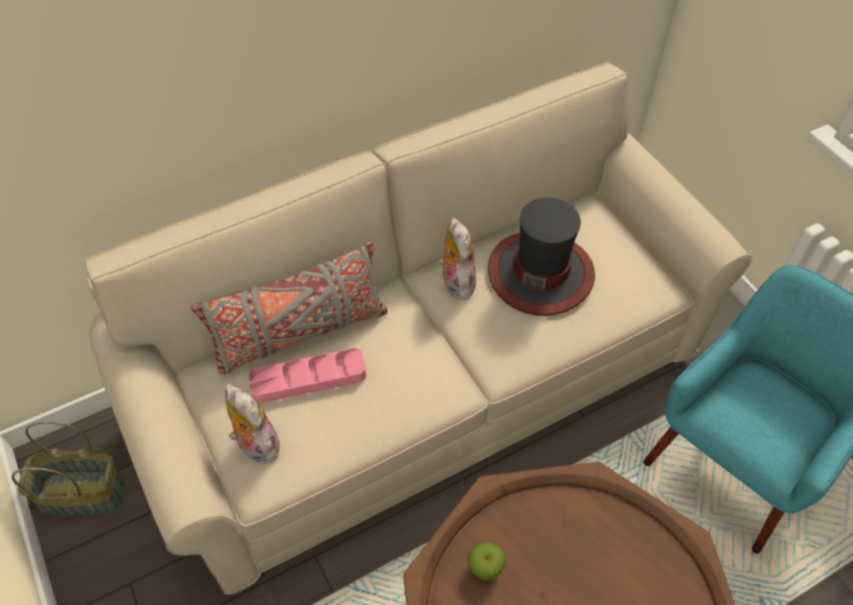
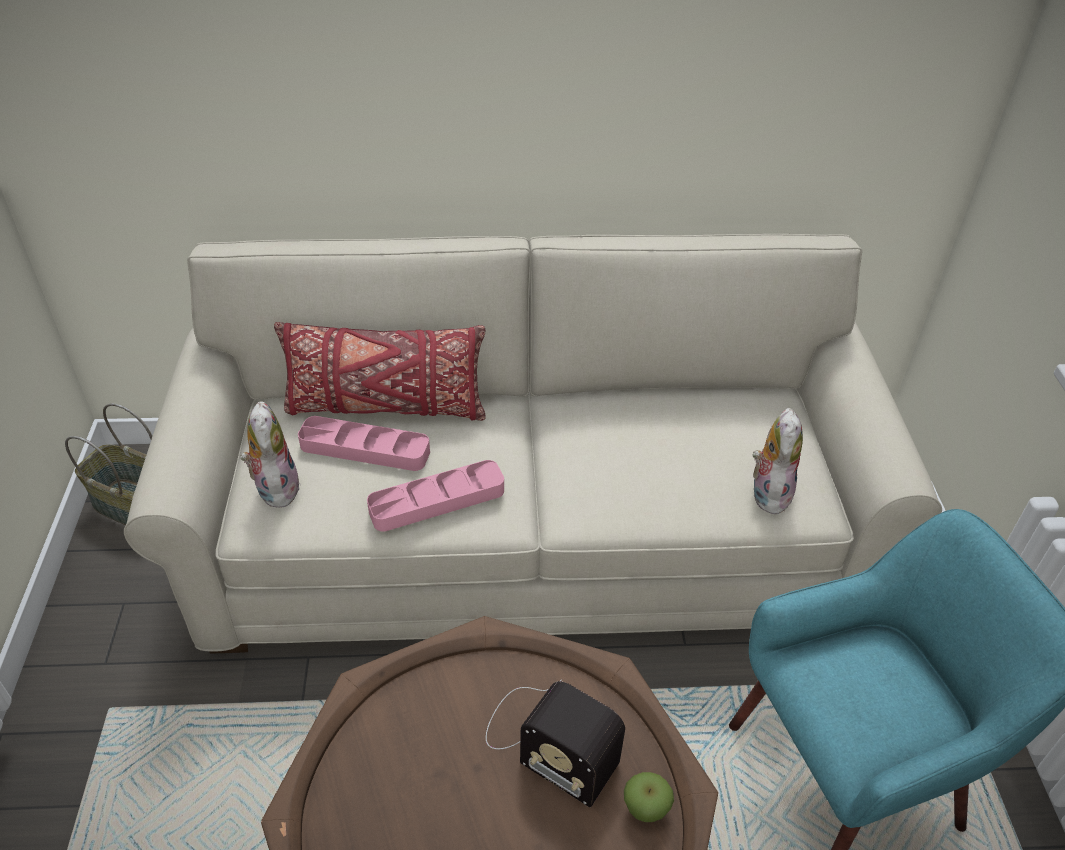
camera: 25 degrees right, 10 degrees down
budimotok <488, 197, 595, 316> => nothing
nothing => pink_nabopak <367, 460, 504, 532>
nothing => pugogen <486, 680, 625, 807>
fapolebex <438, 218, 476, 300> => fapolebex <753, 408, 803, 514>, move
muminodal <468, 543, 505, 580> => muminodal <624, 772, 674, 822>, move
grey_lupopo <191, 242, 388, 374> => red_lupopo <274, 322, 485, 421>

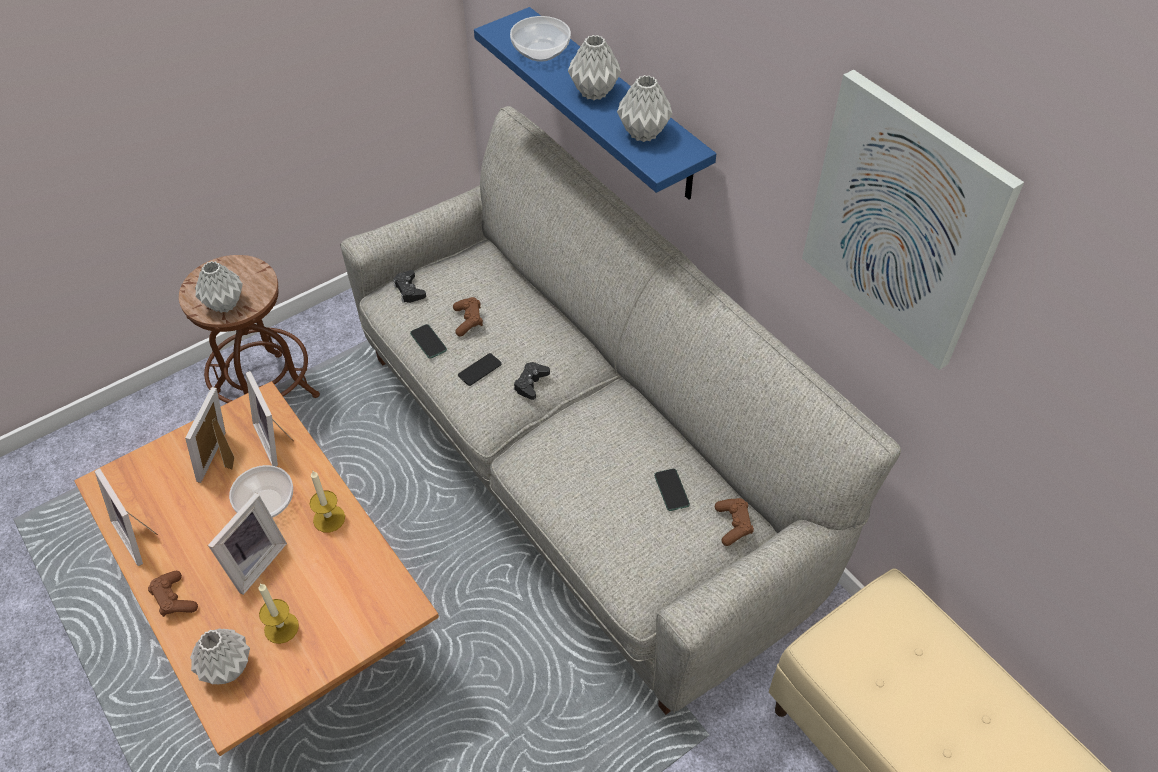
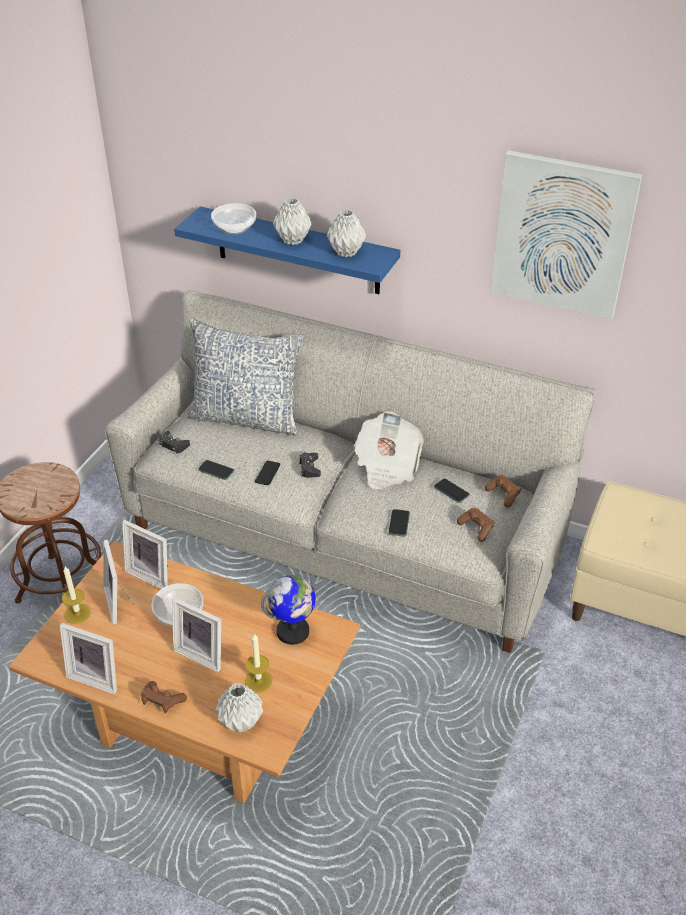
camera: 30 degrees left, 10 degrees down
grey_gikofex <195, 261, 243, 313> => nothing
nothing => lupopo <187, 318, 303, 436>
nothing => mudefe <261, 575, 316, 645>
nothing => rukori <354, 411, 424, 489>
nothing => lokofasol <388, 509, 410, 537>
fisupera <310, 471, 345, 532> => fisupera <62, 566, 91, 624>, move
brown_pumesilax <453, 297, 483, 337> => brown_pumesilax <457, 508, 494, 542>, move
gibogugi <208, 493, 287, 595> => gibogugi <172, 597, 221, 672>, 120 degrees clockwise

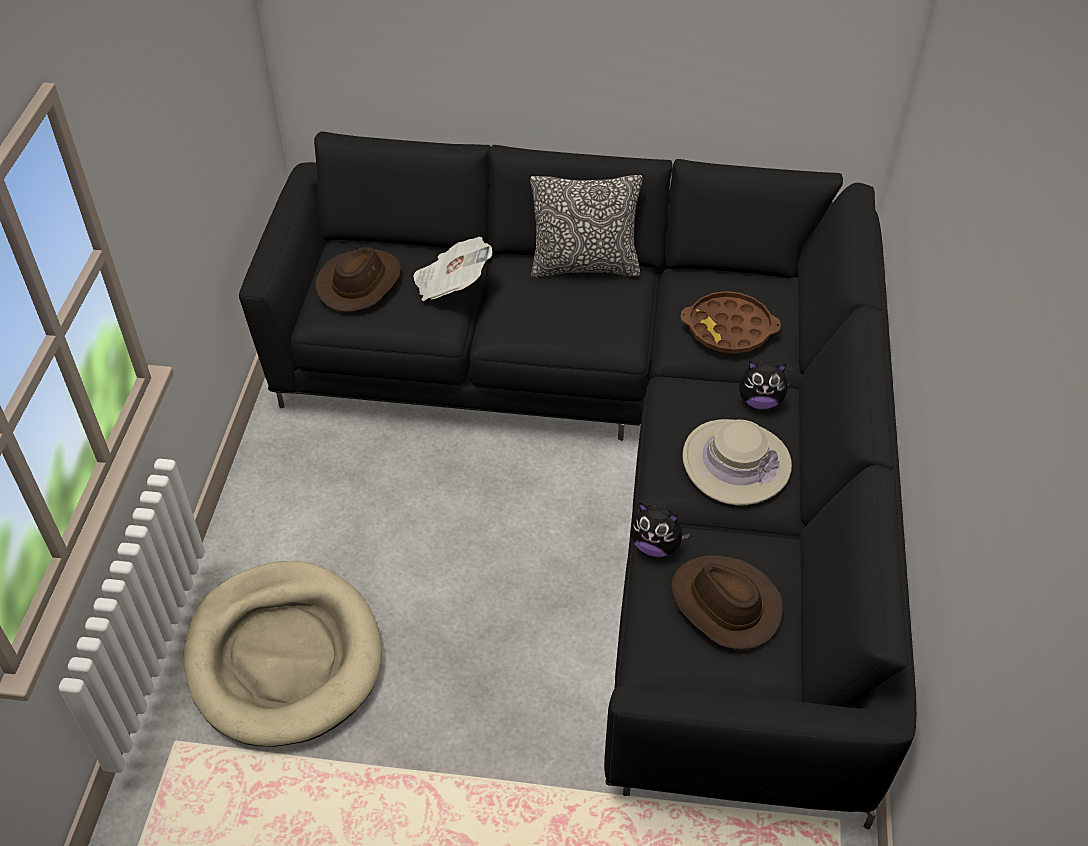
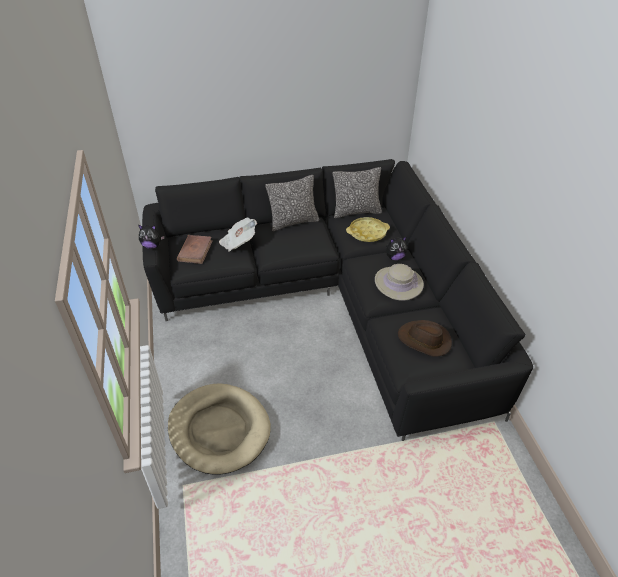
camera: 20 degrees left, 5 degrees down
nothing => lupopo <333, 167, 382, 218>
fapolebex <630, 503, 690, 557> => fapolebex <139, 225, 165, 249>, move
brown_budimotok <315, 247, 401, 312> => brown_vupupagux <177, 235, 213, 264>
brown_nabopak <681, 291, 781, 354> => yellow_nabopak <346, 217, 390, 242>

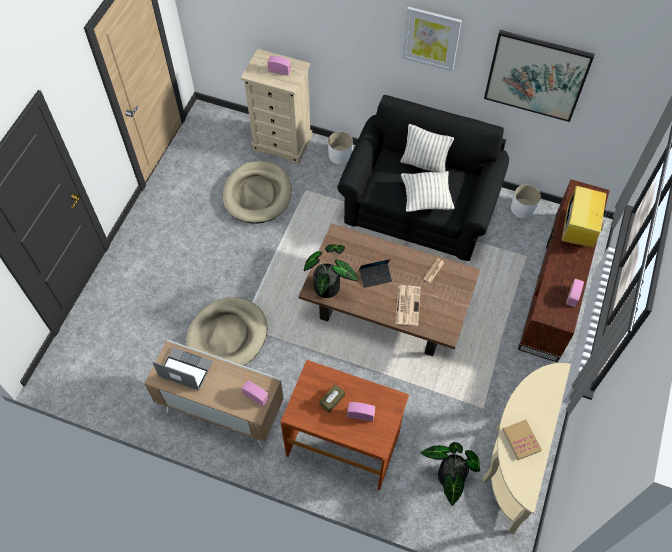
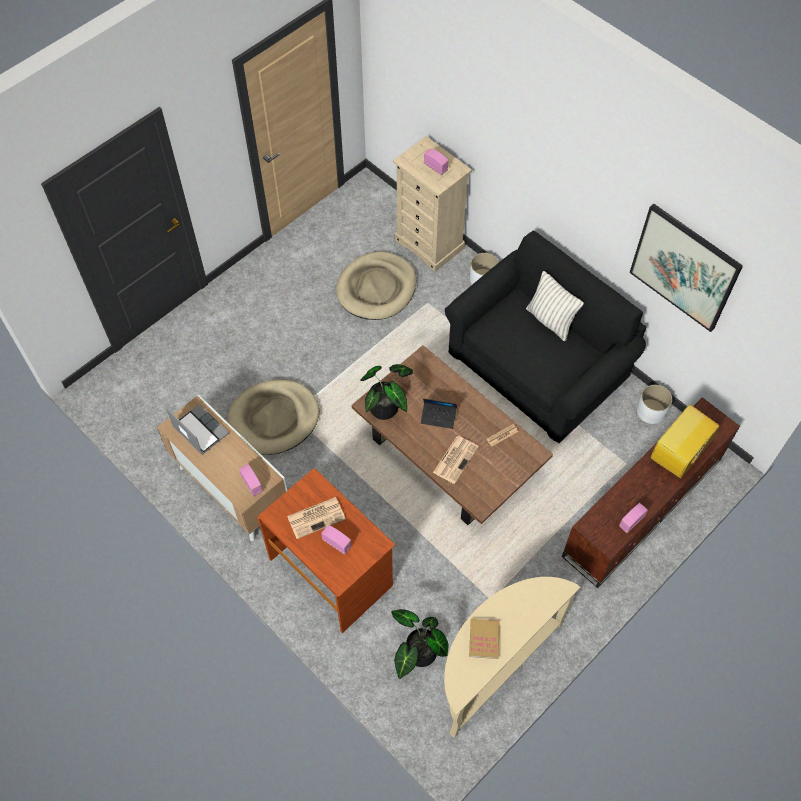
camera: 25 degrees right, 0 degrees up
lupopo <401, 171, 454, 212> => nothing
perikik <402, 7, 462, 72> => nothing
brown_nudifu <319, 384, 345, 413> => rukori <287, 497, 346, 539>

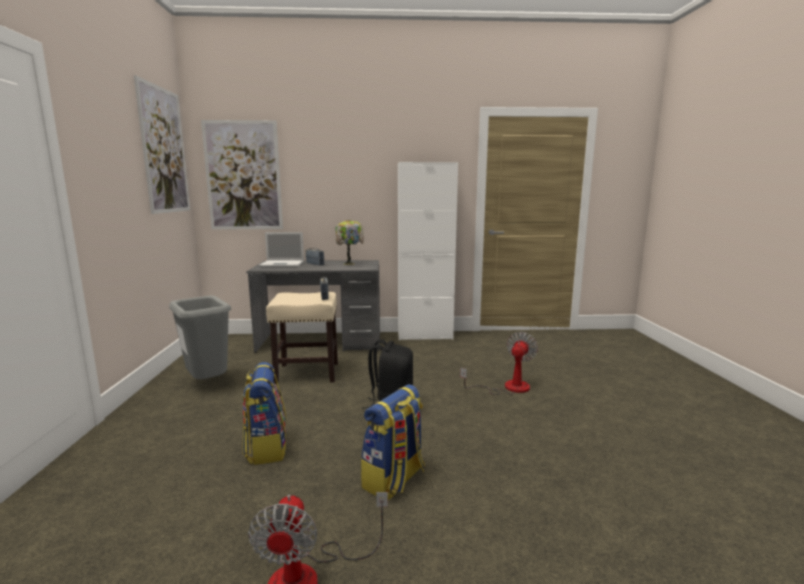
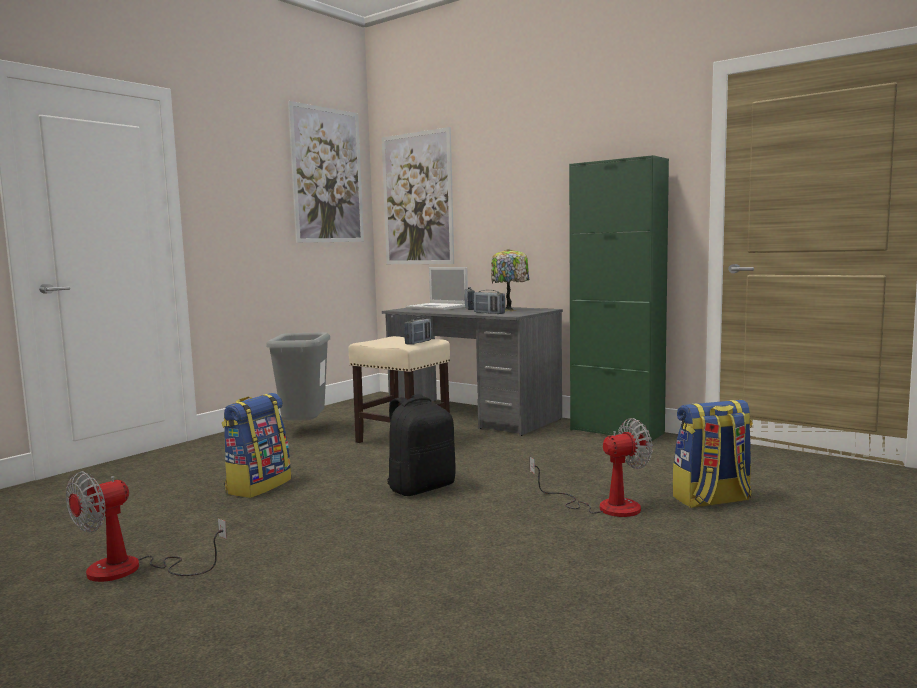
camera: 40 degrees right, 5 degrees down
nothing => pugogen <474, 290, 505, 314>
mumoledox <361, 384, 425, 500> => mumoledox <673, 400, 752, 508>, move
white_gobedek <398, 162, 458, 340> => green_gobedek <569, 155, 669, 442>

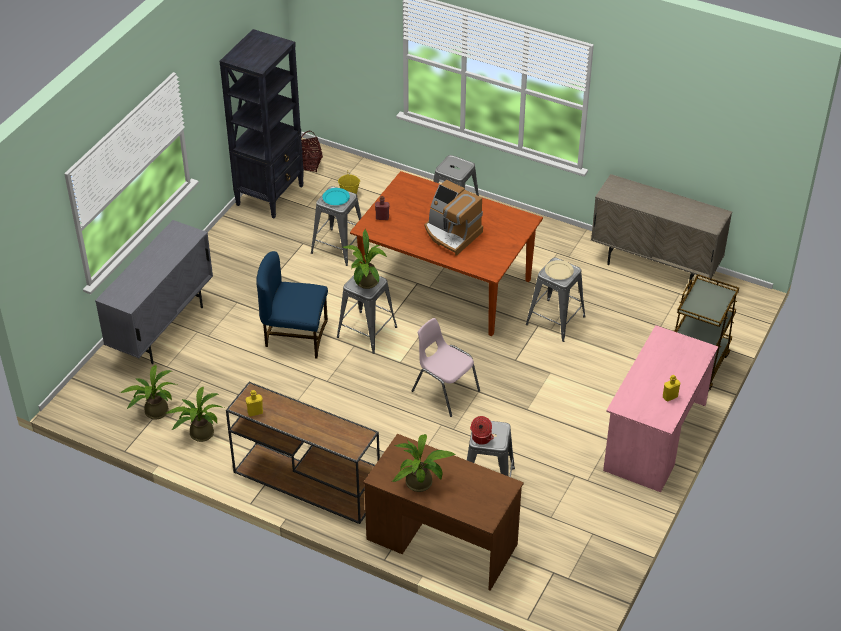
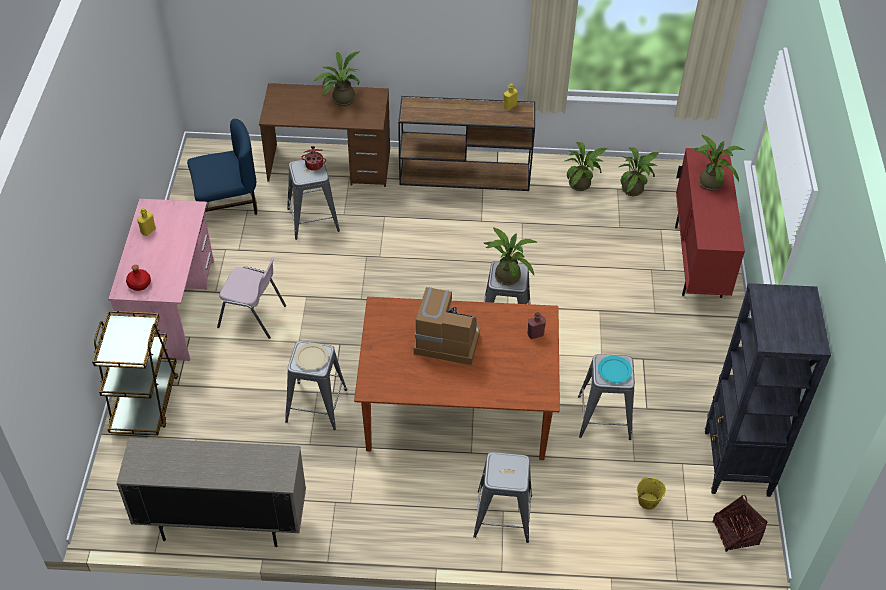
camera: 155 degrees right, 5 degrees up
nothing => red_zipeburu <126, 265, 151, 291>
nothing => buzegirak <691, 134, 744, 191>
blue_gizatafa <256, 251, 328, 359> => blue_gizatafa <187, 119, 257, 215>, move
pink_gizatafa <412, 318, 480, 417> => pink_gizatafa <217, 257, 286, 339>, move
grey_gobedek <95, 220, 213, 364> => red_gobedek <675, 148, 745, 298>

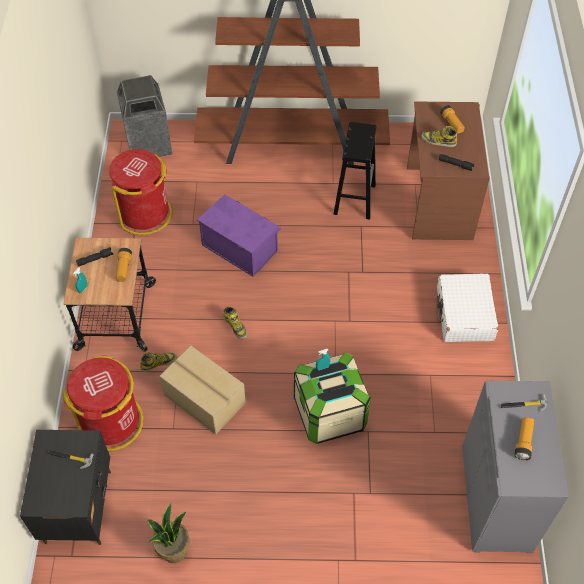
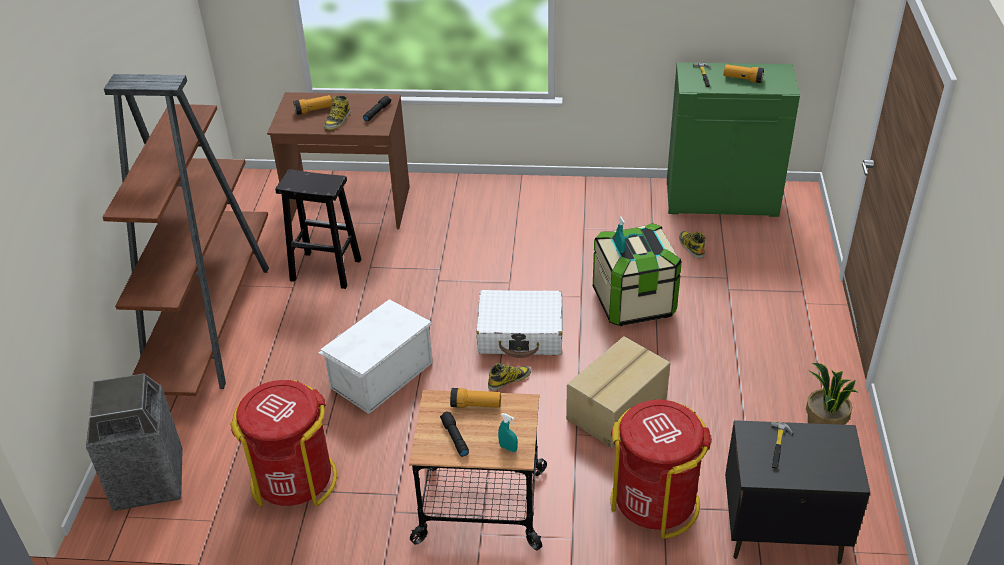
camera: 85 degrees left, 15 degrees down
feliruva <140, 352, 176, 372> => feliruva <679, 231, 706, 258>, move
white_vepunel <436, 273, 498, 342> => white_vepunel <476, 290, 563, 358>, move
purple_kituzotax <197, 194, 281, 277> => white_kituzotax <319, 299, 433, 414>
grey_gobedek <462, 381, 569, 553> => green_gobedek <667, 62, 800, 217>

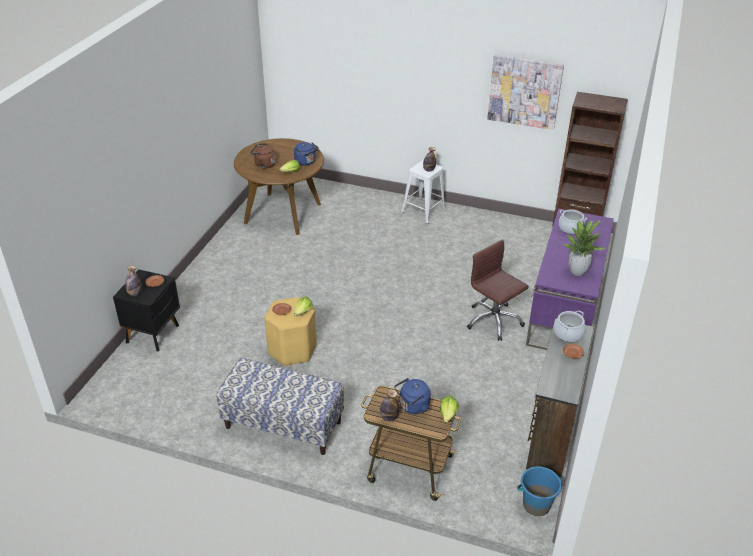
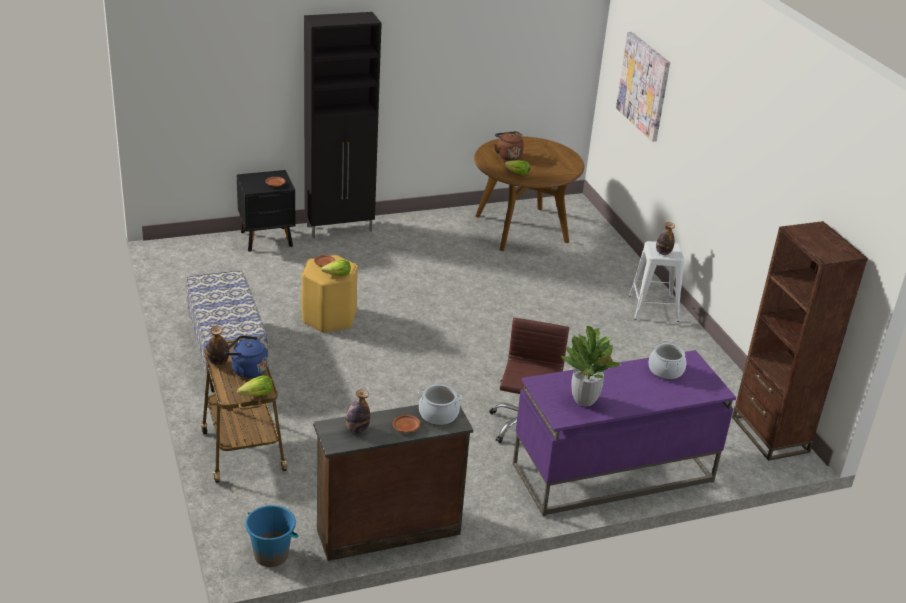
camera: 50 degrees right, 5 degrees down
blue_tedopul <294, 142, 319, 166> => nothing
nothing => black_gobedek <304, 12, 382, 238>
zipeburu <125, 266, 142, 296> => zipeburu <346, 389, 370, 434>, move
perikik <487, 55, 564, 130> => perikik <616, 32, 670, 142>, move

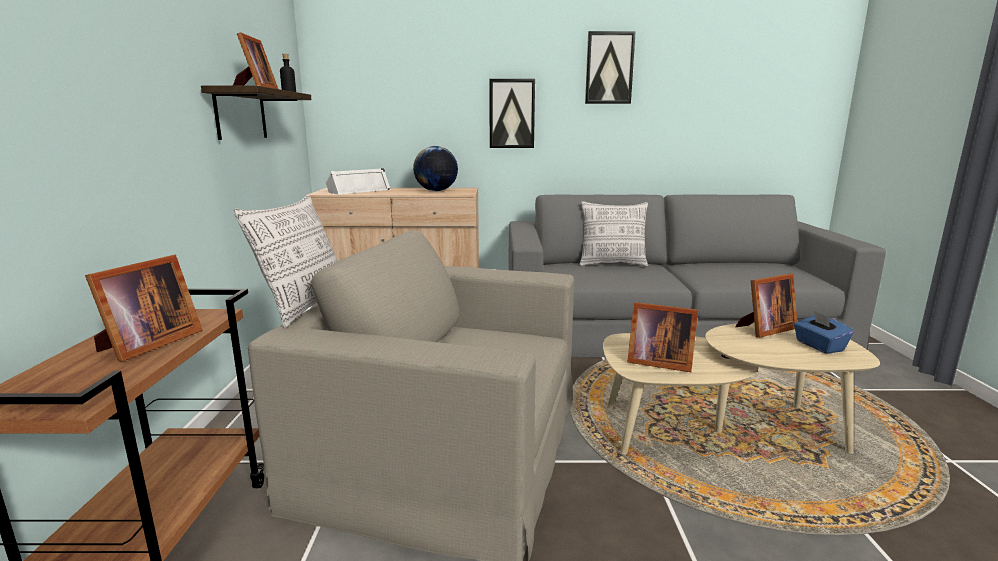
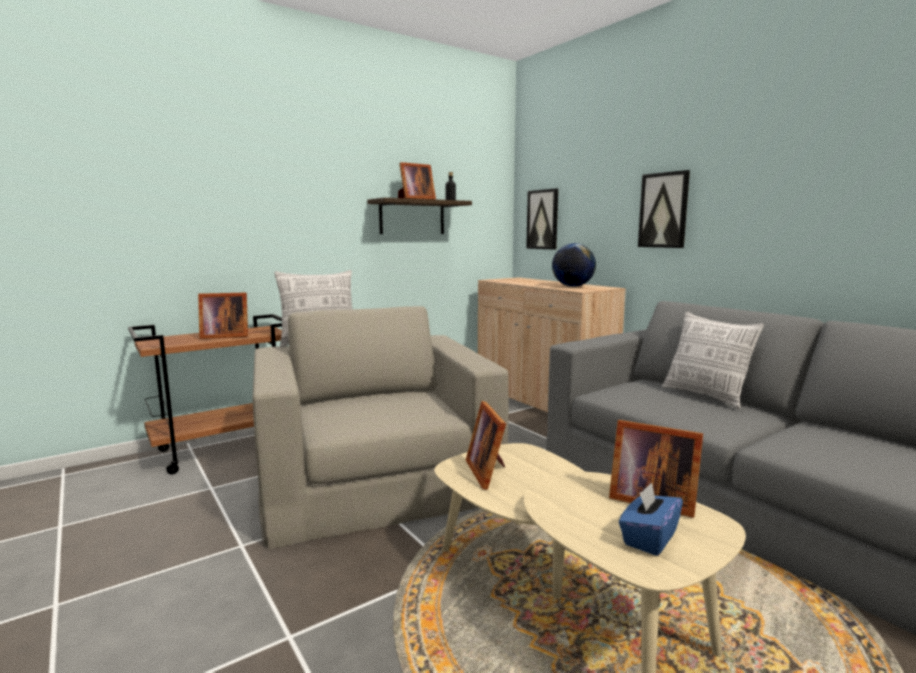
camera: 55 degrees right, 5 degrees down
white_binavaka <326, 168, 391, 195> => nothing
perikik <585, 31, 636, 104> => perikik <526, 188, 558, 250>, move

